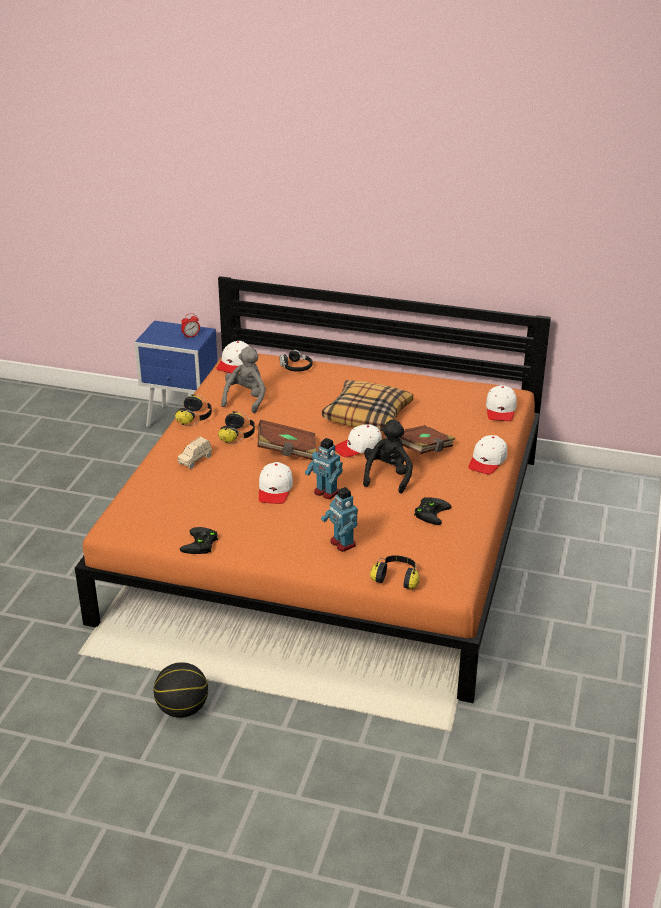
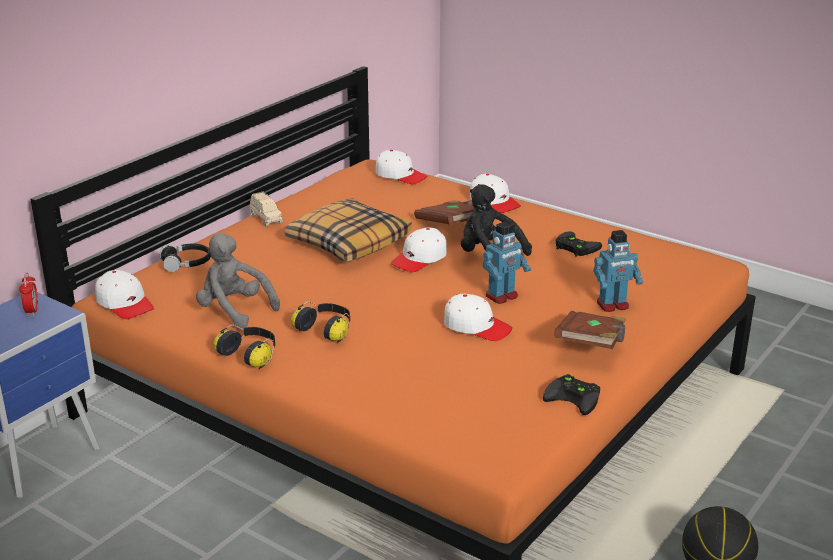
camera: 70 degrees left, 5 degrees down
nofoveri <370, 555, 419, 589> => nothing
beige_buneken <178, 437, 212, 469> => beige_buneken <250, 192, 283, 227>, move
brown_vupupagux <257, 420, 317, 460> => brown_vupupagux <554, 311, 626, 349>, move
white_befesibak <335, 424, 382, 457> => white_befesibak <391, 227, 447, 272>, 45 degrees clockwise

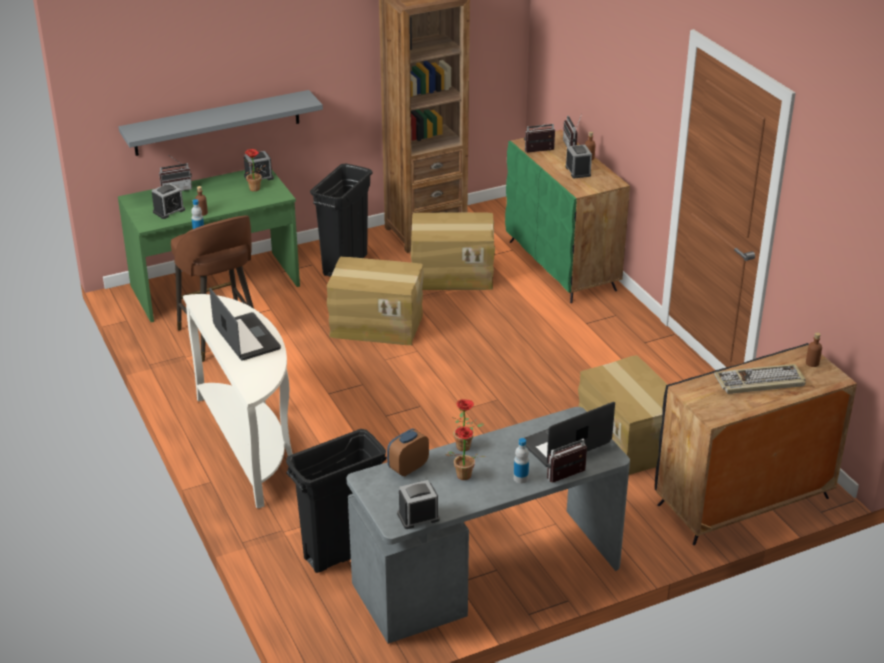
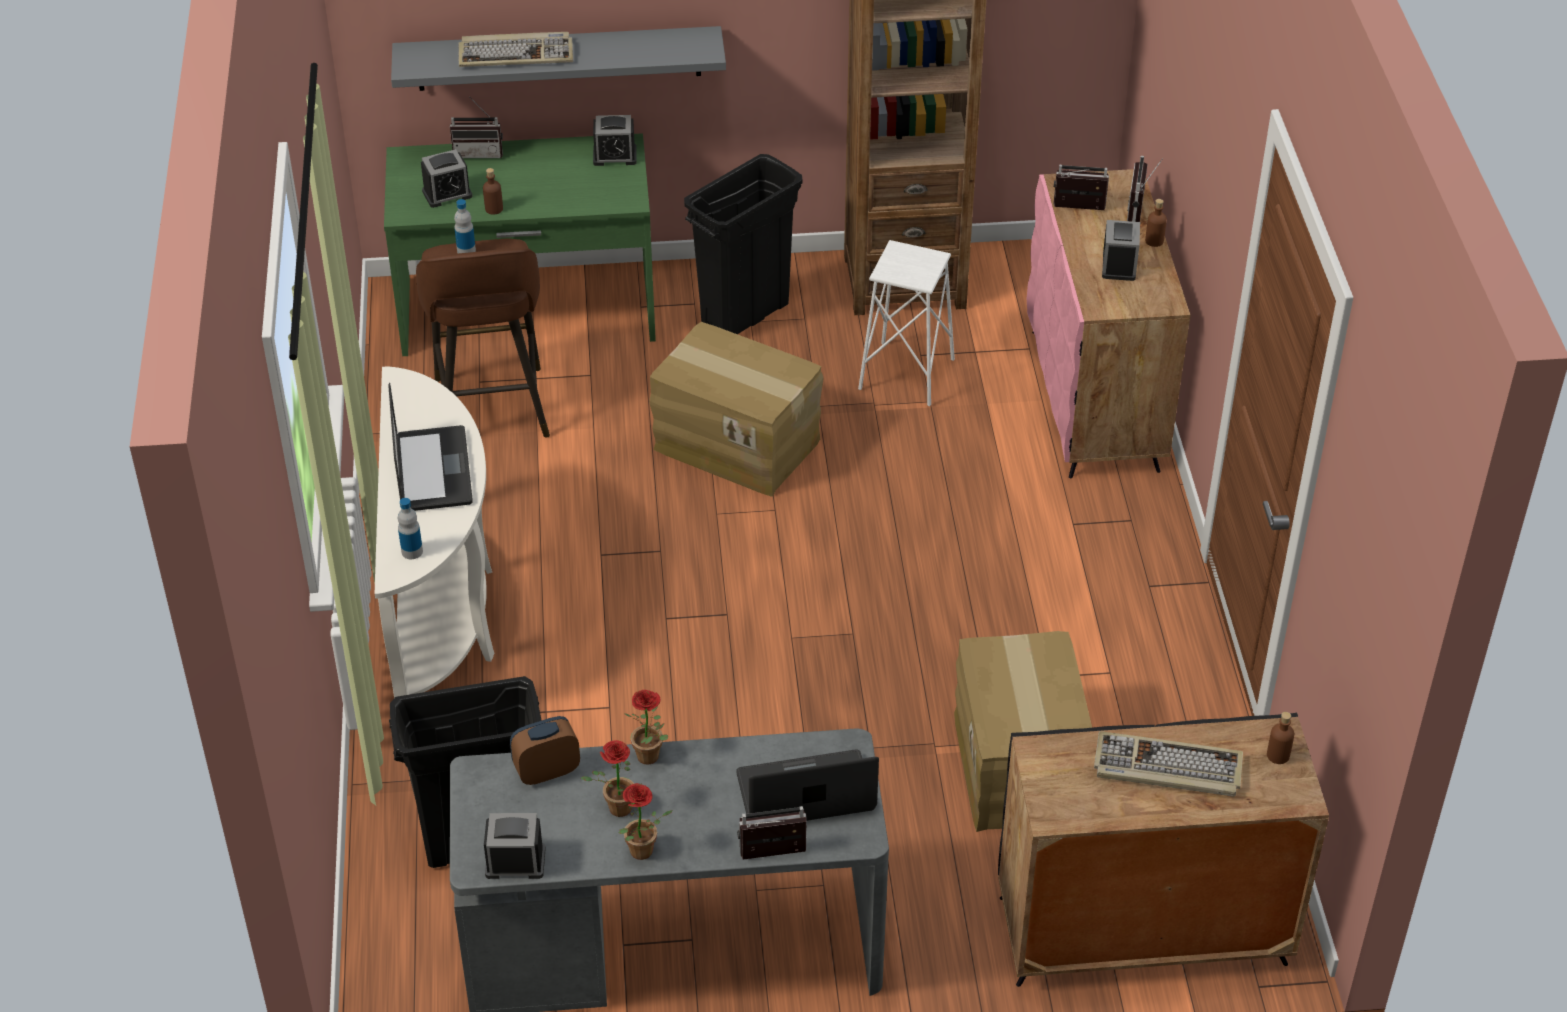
camera: 20 degrees right, 10 degrees up
nothing => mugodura <459, 32, 573, 67>
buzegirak <244, 149, 266, 191> => buzegirak <618, 783, 673, 860>, move
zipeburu <514, 438, 529, 483> => zipeburu <398, 498, 423, 559>, move
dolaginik <411, 213, 495, 290> => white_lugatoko <858, 240, 955, 406>
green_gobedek <505, 130, 630, 303> => pink_gobedek <1027, 169, 1190, 478>

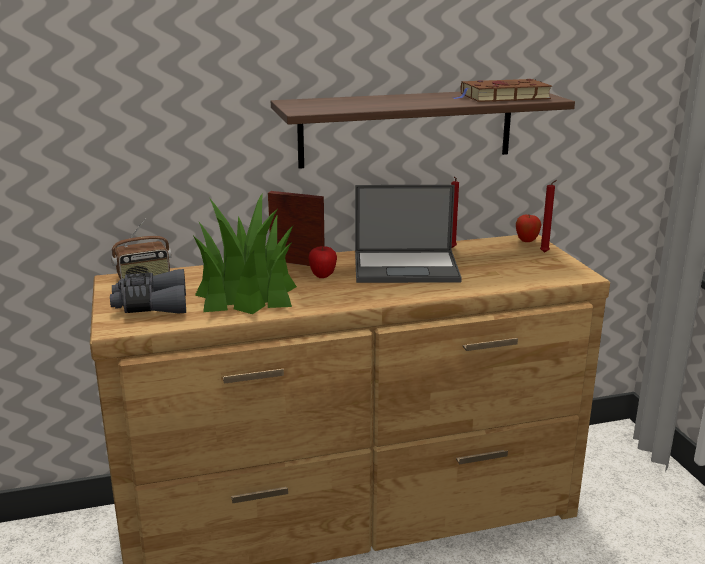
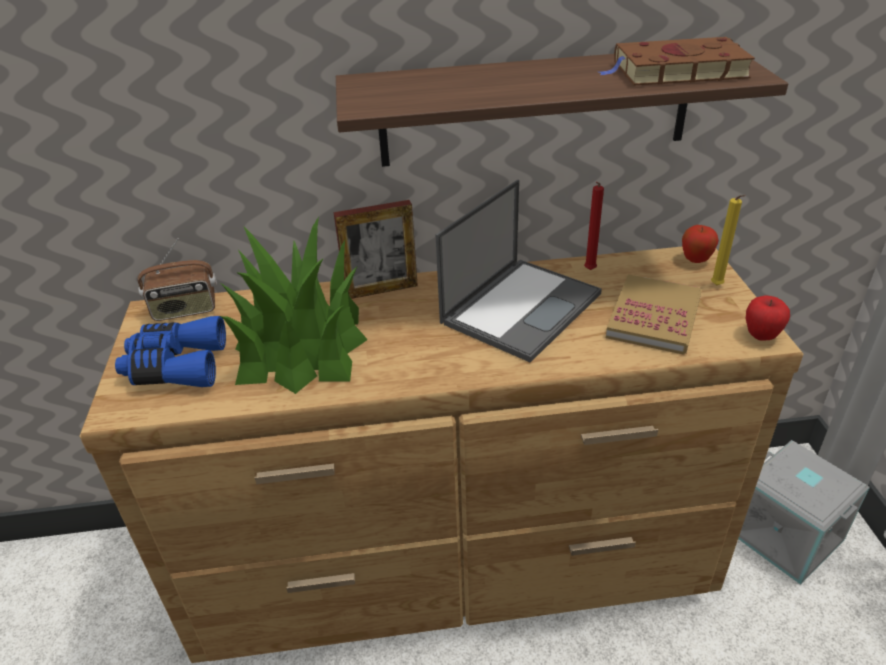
camera: 10 degrees right, 15 degrees up
nothing => vupupagux <606, 274, 702, 355>
nothing => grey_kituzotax <738, 440, 870, 585>
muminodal <308, 246, 337, 278> => muminodal <746, 295, 790, 341>, move
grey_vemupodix <110, 269, 186, 313> => blue_vemupodix <115, 316, 226, 387>
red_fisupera <540, 180, 557, 253> => yellow_fisupera <711, 195, 746, 285>
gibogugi <268, 191, 324, 266> => gibogugi <334, 200, 418, 299>, 135 degrees clockwise
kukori <355, 185, 462, 283> => kukori <436, 180, 602, 362>, 60 degrees counterclockwise

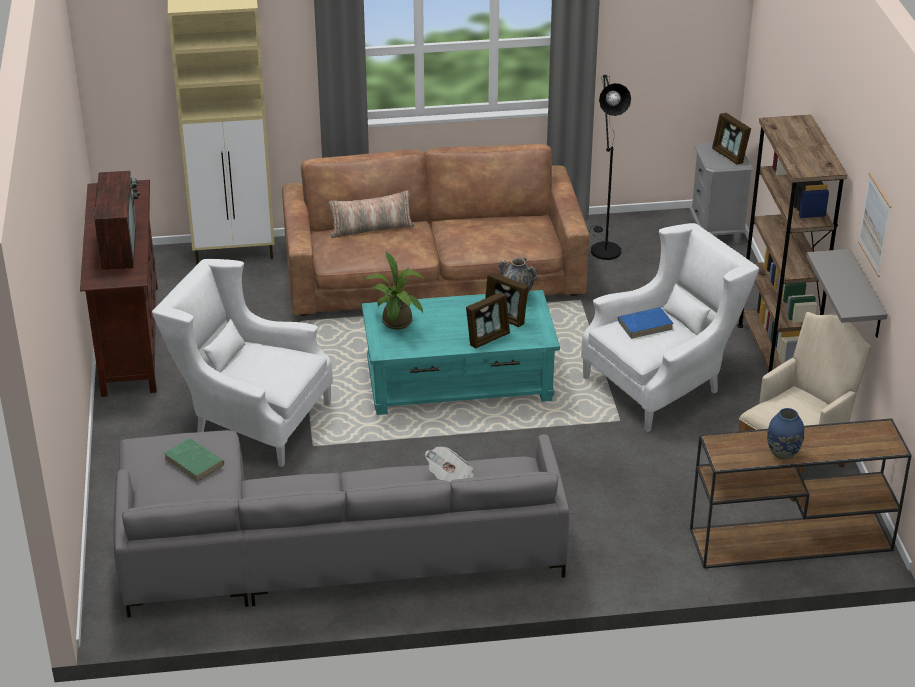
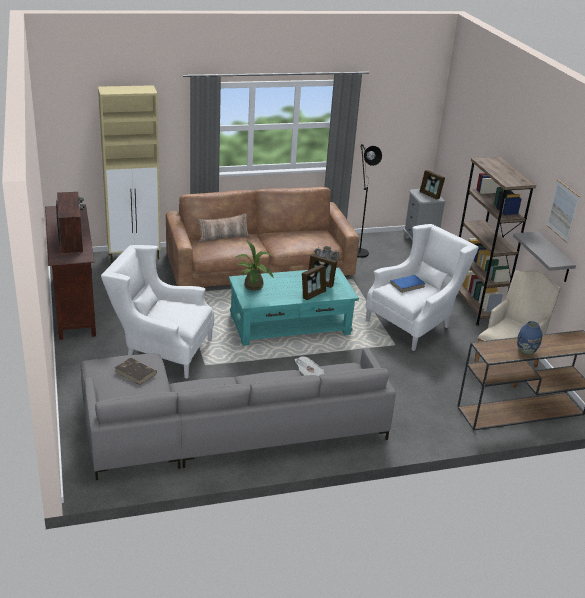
camera: 10 degrees left, 5 degrees down
green_vupupagux <164, 438, 224, 482> => brown_vupupagux <115, 358, 157, 385>

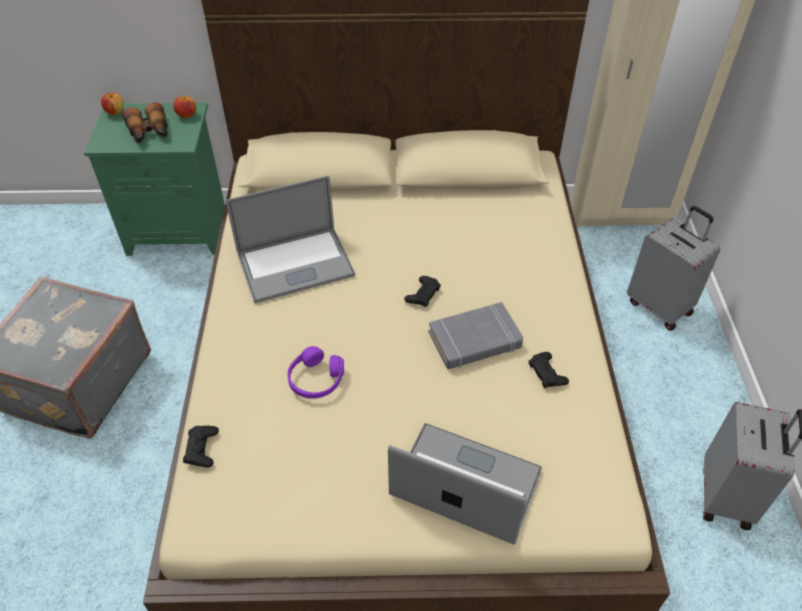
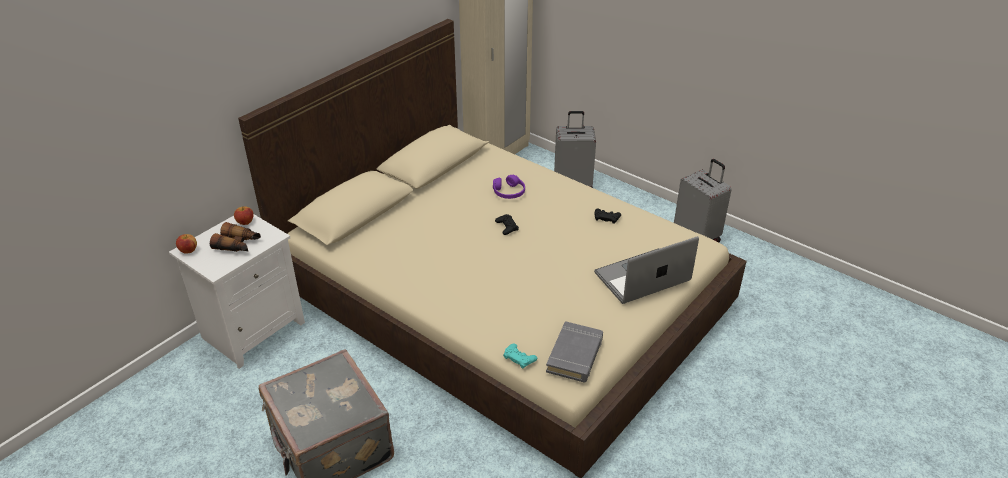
camera: 50 degrees left, 10 degrees down
kukori <226, 176, 355, 303> => nothing
purple_nofoveri <287, 346, 344, 399> => purple_nofoveri <493, 175, 525, 199>, move
grey_vupupagux <429, 302, 523, 369> => grey_vupupagux <546, 321, 603, 383>, move
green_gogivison <84, 103, 225, 256> => white_gogivison <169, 215, 305, 369>
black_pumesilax <183, 426, 219, 468> => turquoise_pumesilax <503, 343, 538, 368>

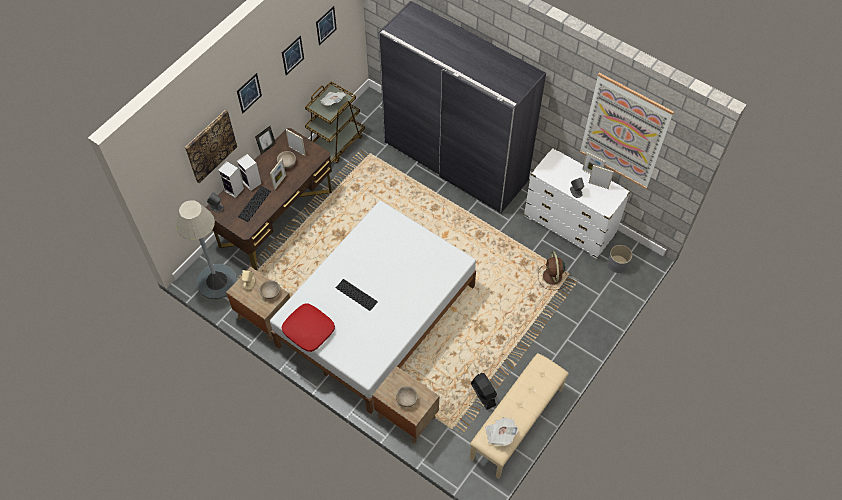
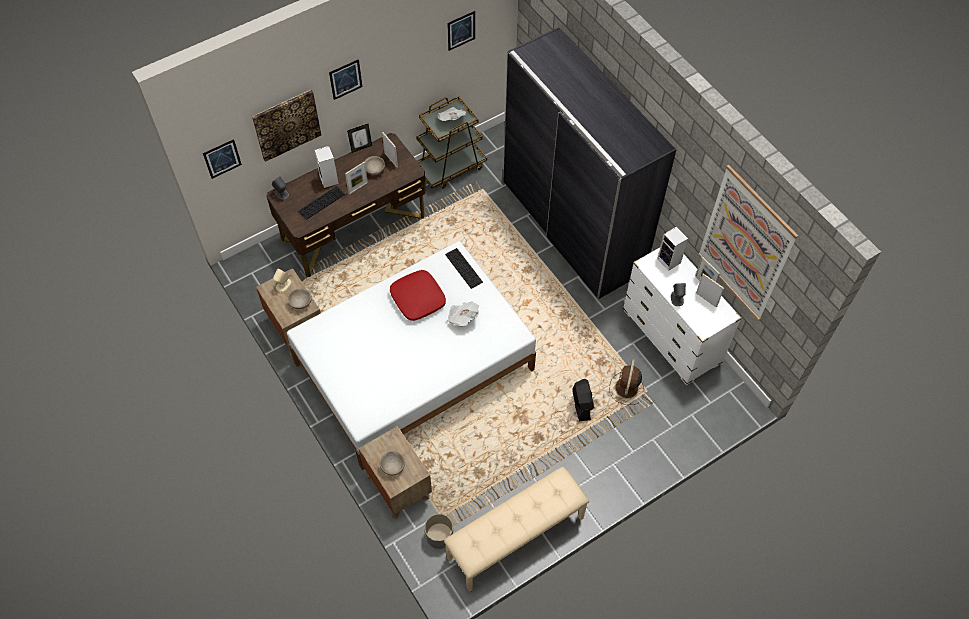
camera: 20 degrees right, 0 degrees up
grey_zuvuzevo <176, 200, 237, 299> => nothing
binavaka <218, 161, 244, 198> => binavaka <657, 226, 688, 271>, move
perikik <282, 36, 304, 75> => perikik <203, 139, 242, 179>, move
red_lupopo <282, 303, 335, 352> => red_lupopo <390, 270, 446, 321>, move
mugodura <336, 279, 378, 311> => mugodura <445, 248, 483, 289>, move
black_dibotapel <471, 373, 497, 410> => black_dibotapel <572, 379, 594, 421>, move
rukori <485, 417, 518, 446> => rukori <447, 302, 479, 326>, move
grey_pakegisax <608, 245, 632, 273> => grey_pakegisax <424, 514, 453, 549>, move

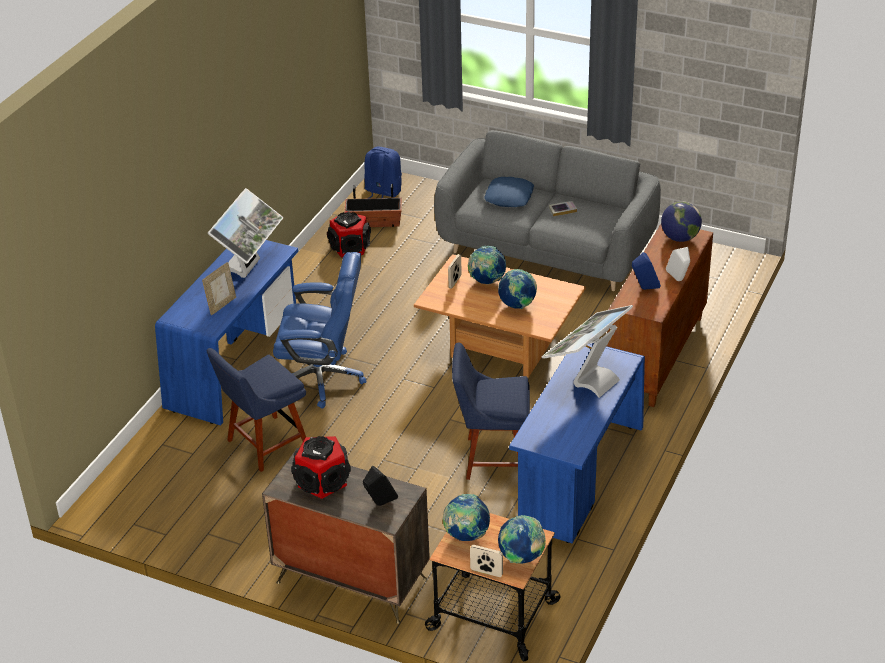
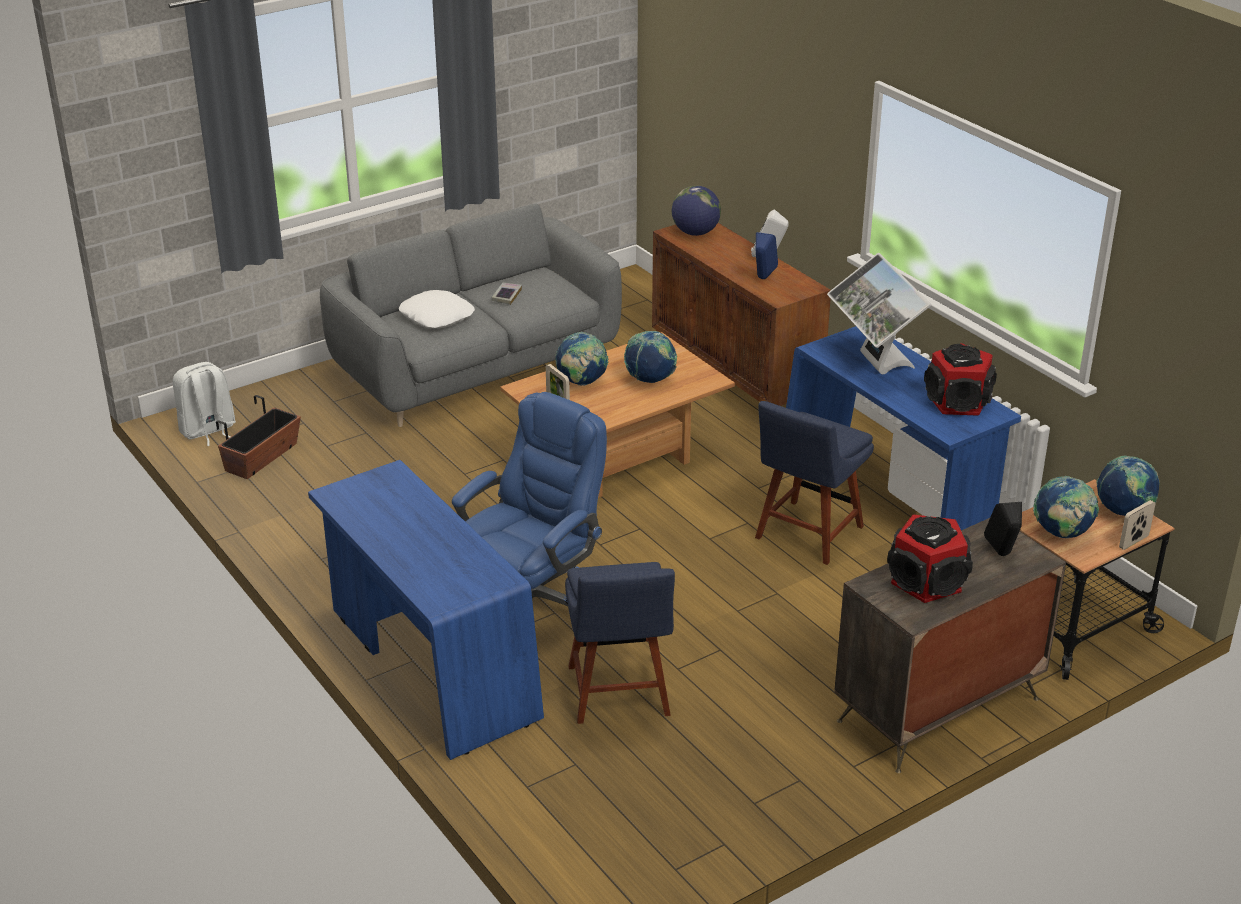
camera: 60 degrees left, 5 degrees down
gibogugi <202, 262, 236, 315> => nothing
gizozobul <208, 188, 283, 278> => nothing
binavaka <327, 211, 371, 257> => binavaka <924, 343, 997, 416>, move
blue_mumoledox <364, 146, 402, 199> => white_mumoledox <173, 362, 236, 446>
blue_lupopo <484, 177, 534, 207> => white_lupopo <399, 290, 475, 328>

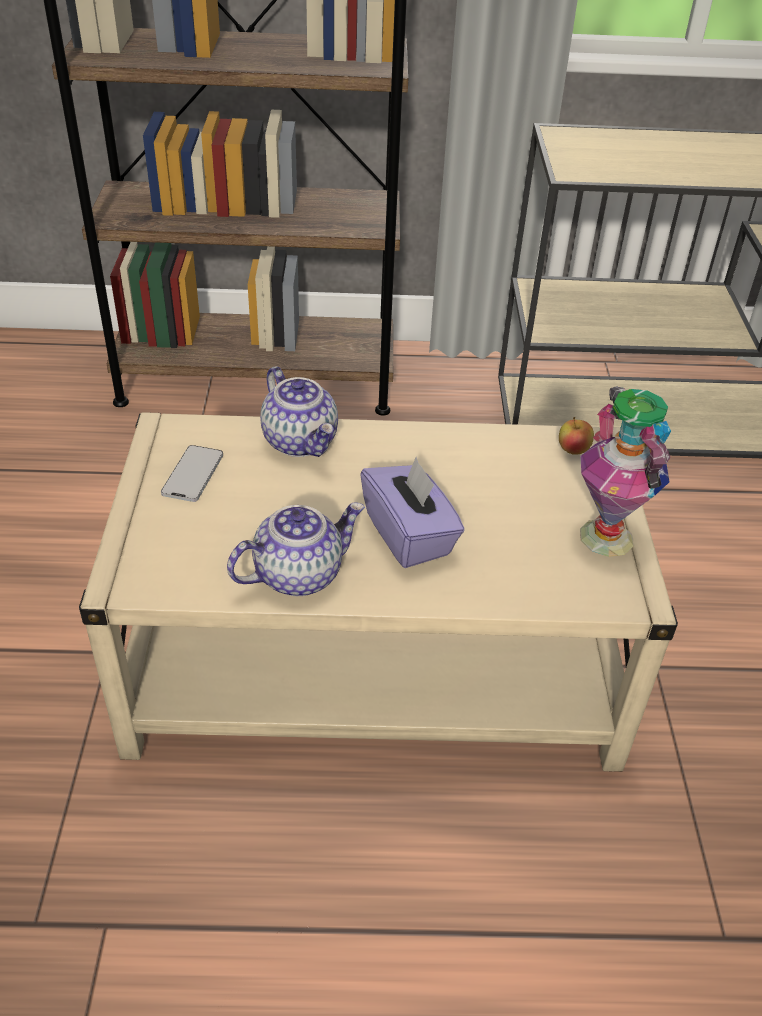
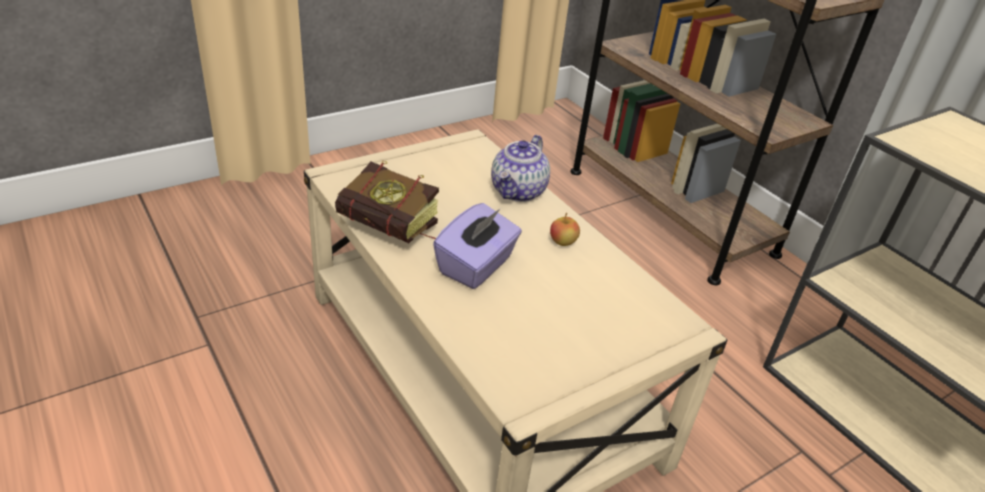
camera: 55 degrees right, 5 degrees down
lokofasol <161, 445, 223, 502> => nothing
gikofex <580, 386, 671, 557> => nothing
muminodal <559, 417, 594, 455> => muminodal <550, 213, 580, 246>, move
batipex <227, 502, 365, 596> => vupupagux <335, 161, 439, 243>

